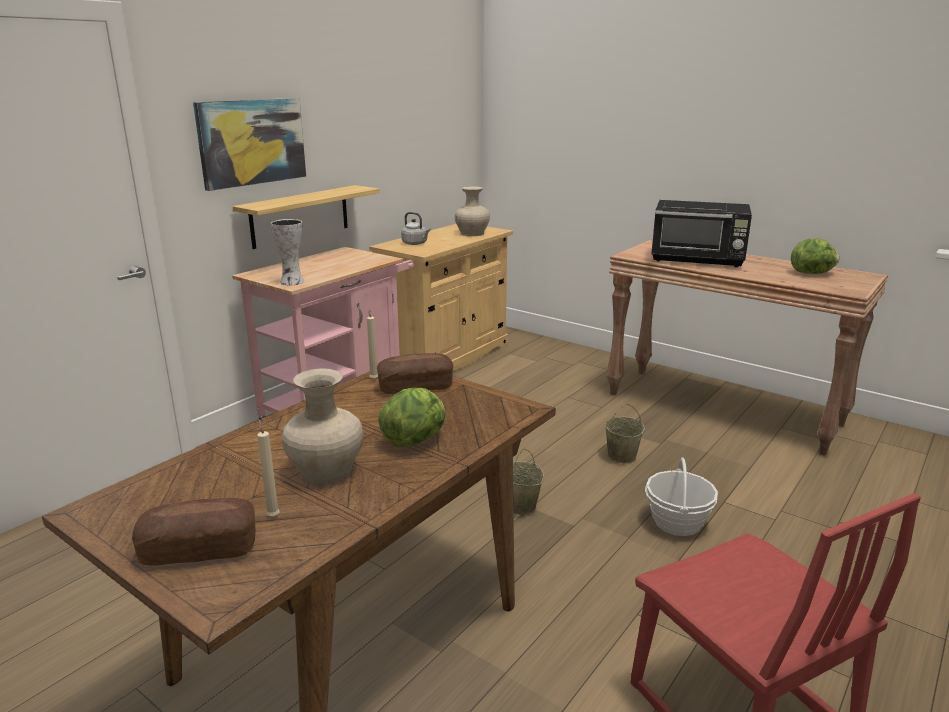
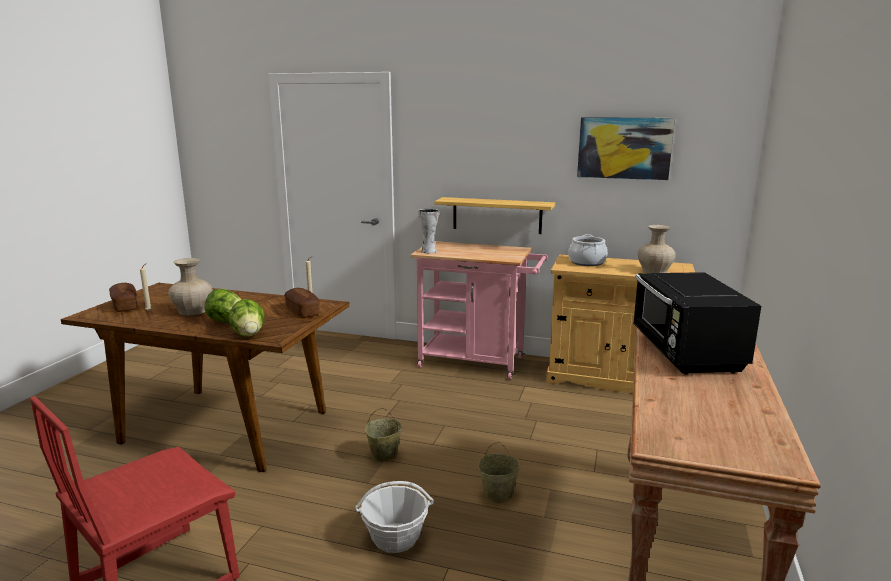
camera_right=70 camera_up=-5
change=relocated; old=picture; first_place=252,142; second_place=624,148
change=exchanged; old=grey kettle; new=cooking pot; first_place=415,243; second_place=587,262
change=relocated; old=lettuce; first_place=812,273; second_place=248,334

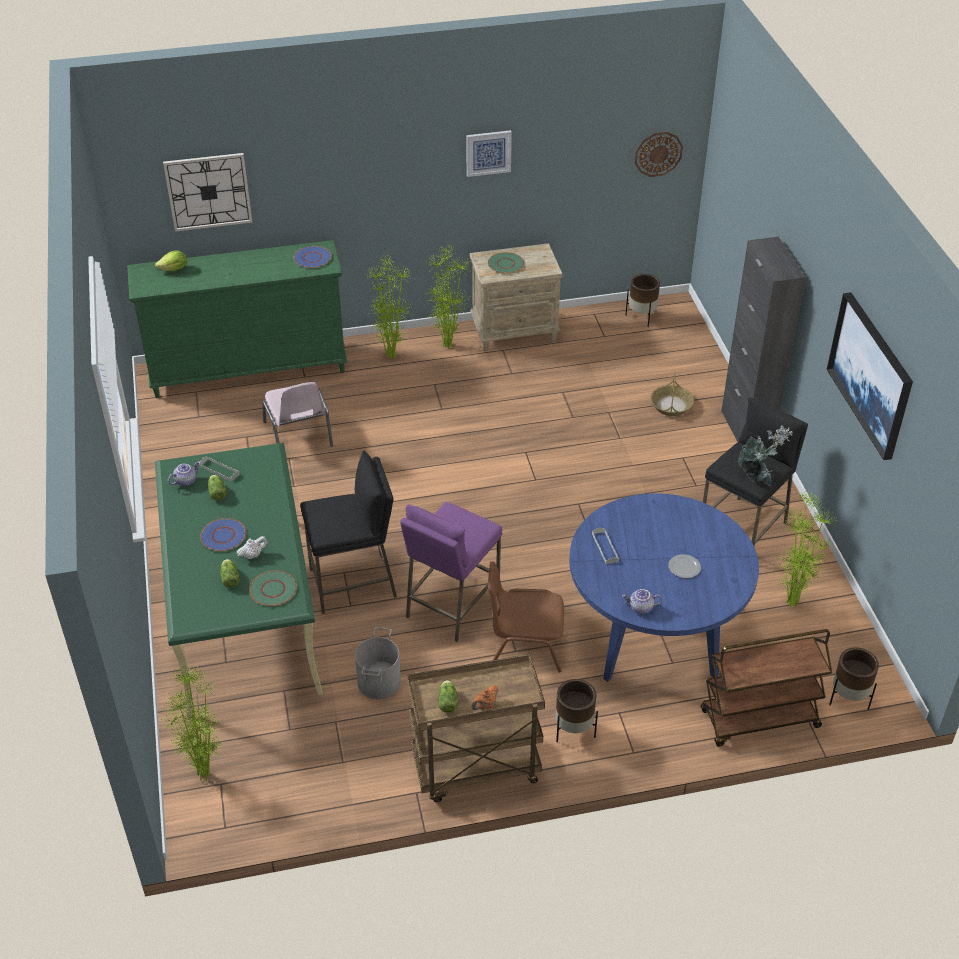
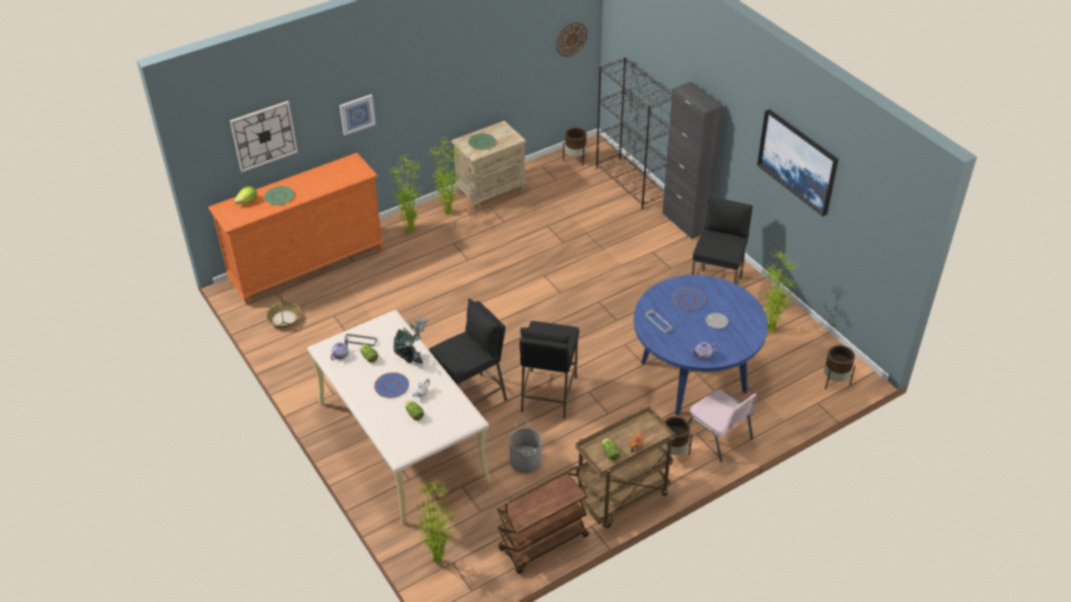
camera_right=-20 camera_up=0
change=colour; old=green dresser; new=orange dresser; first_place=249,370; second_place=308,266
change=colour; old=green desk; new=beige desk; first_place=243,611; second_place=401,440
change=relocated; old=green plate; first_place=273,589; second_place=279,196
change=relocated; old=pink chair; first_place=299,435; second_place=718,436
change=relocated; old=blue plate; first_place=313,258; second_place=689,299
change=colour; old=purple stool; new=black stool; first_place=452,605; second_place=548,394
change=relocated; old=picture; first_place=488,152; second_place=357,114
change=missing; old=brown chair; first_place=525,644
change=relocated; old=basket; first_place=671,405; second_place=284,319
change=relocated; old=brown cart; first_place=759,720; second_place=543,544
change=relocated; old=potted plant; first_place=758,477; second_place=412,358
change=appeared; new=black bookcase; second_place=631,183

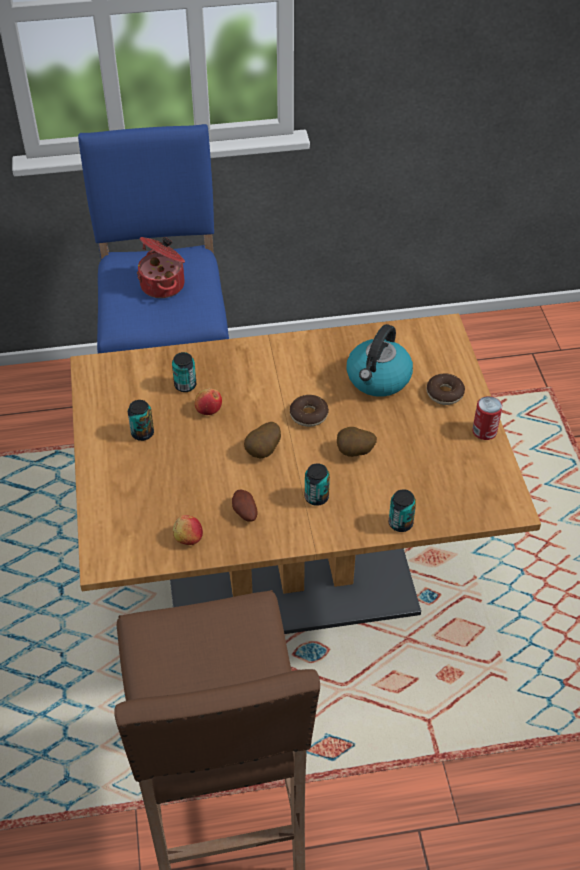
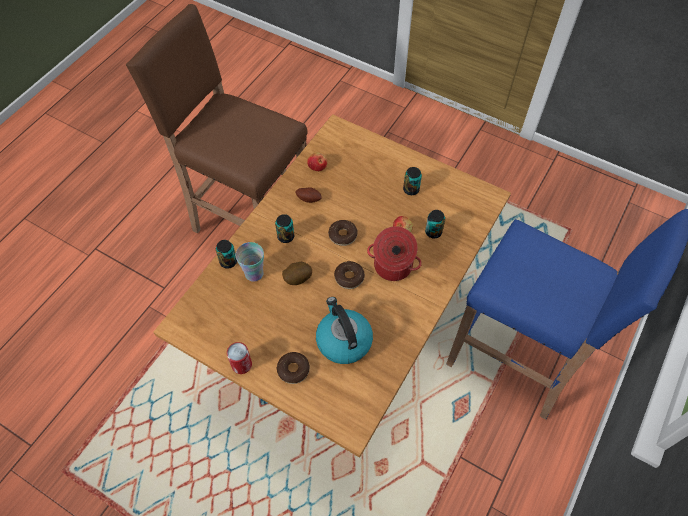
camera_right=130 camera_up=10
change=relocated; old=cooking pot; first_place=164,285; second_place=392,266
change=exchanged; old=potato; new=donut; first_place=264,451; second_place=343,235
change=appeared; new=cup; second_place=254,273

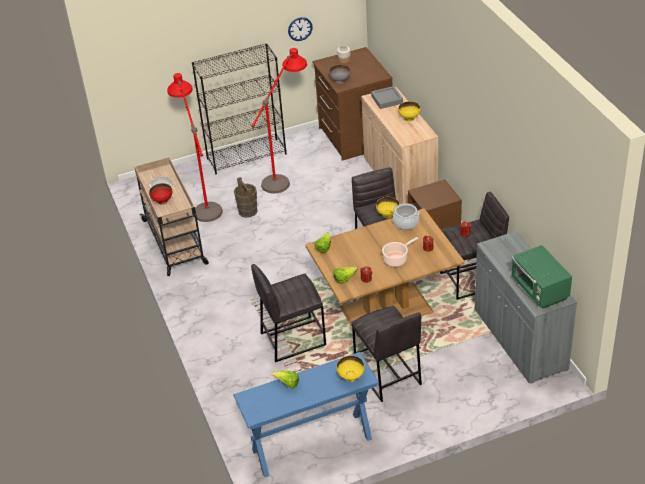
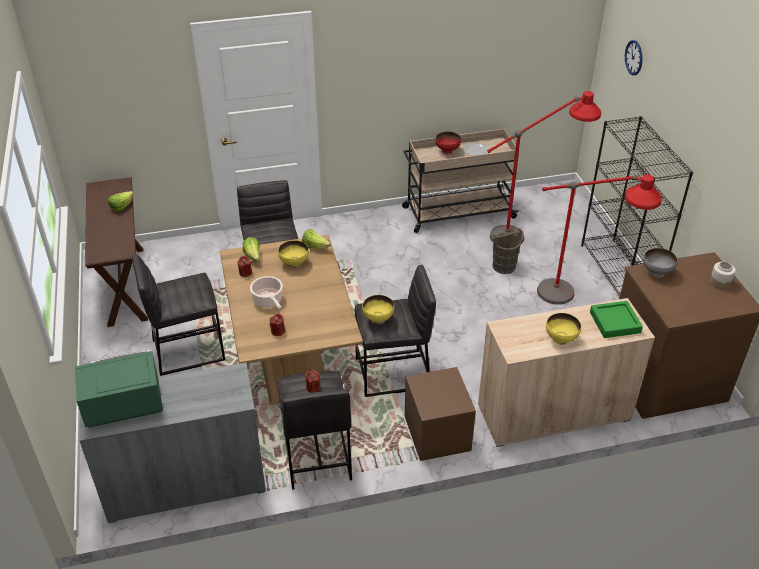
camera_right=95 camera_up=0
change=colour; old=blue console table; new=brown console table; first_place=311,444; second_place=126,285
change=relocated; old=wall clock; first_place=300,29; second_place=634,57
change=relocated; old=yellow bowl; first_place=351,377; second_place=294,264
change=colour; old=grey tray; new=green tray; first_place=387,100; second_place=615,322
change=missing; old=cooking pot; first_place=406,223

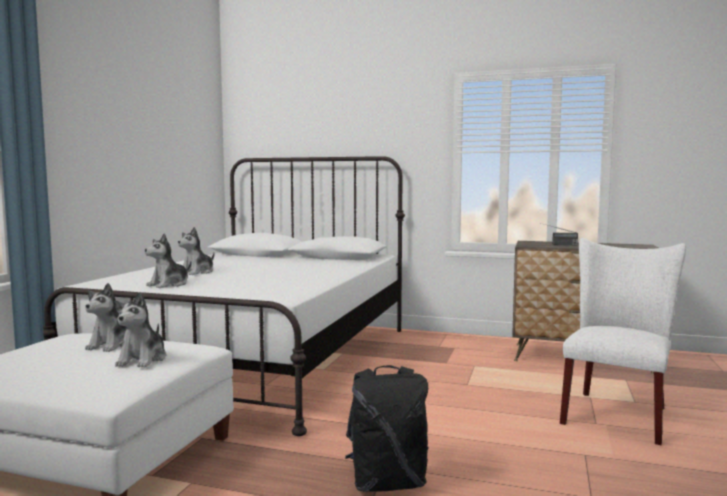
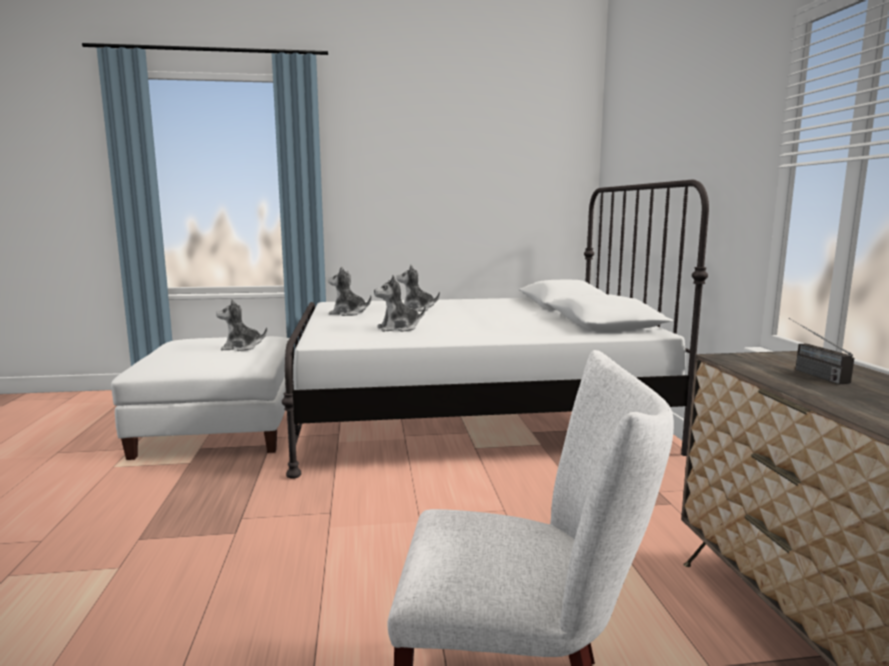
camera_right=65 camera_up=5
change=relocated; old=plush toy; first_place=143,359; second_place=398,328
change=missing; old=black backpack; first_place=387,483

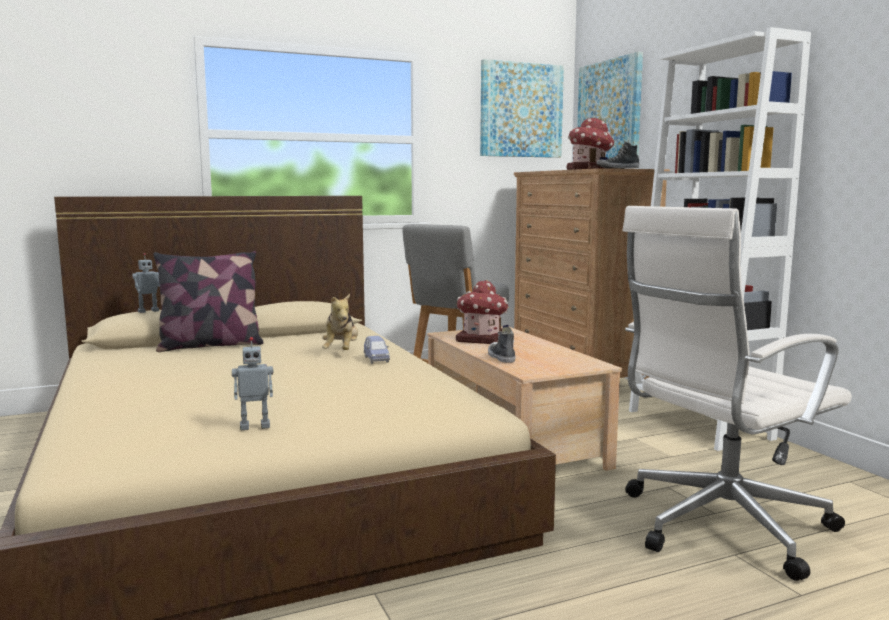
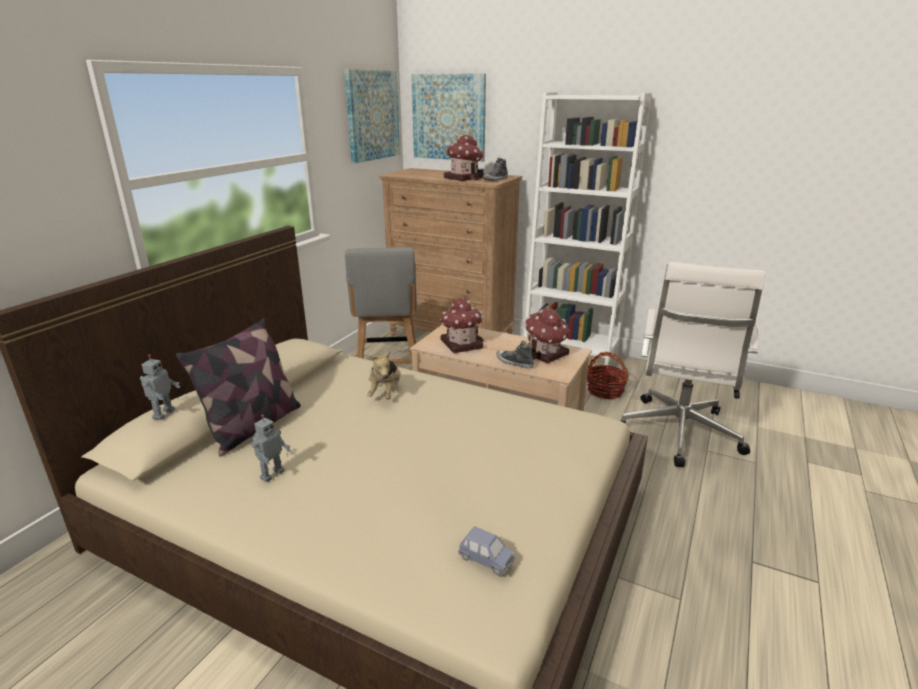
camera_right=-40 camera_up=15
change=relocated; old=toy robot; first_place=255,426; second_place=271,474
change=spun; old=plush toy; first_place=341,351; second_place=385,392; degrees=45
change=relocated; old=blue toy car; first_place=376,359; second_place=486,560
change=appeared; new=toy house; second_place=545,353
change=appeared; new=basket; second_place=605,391

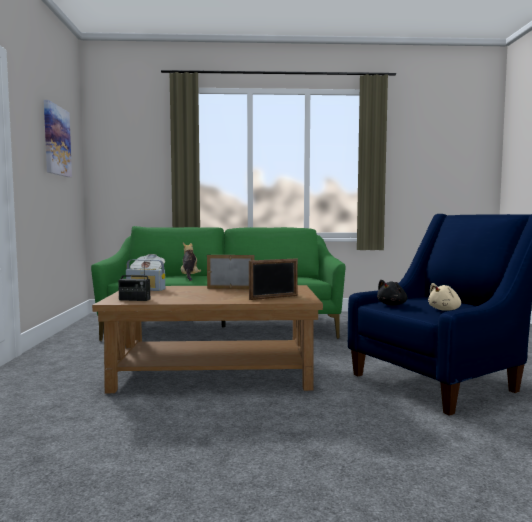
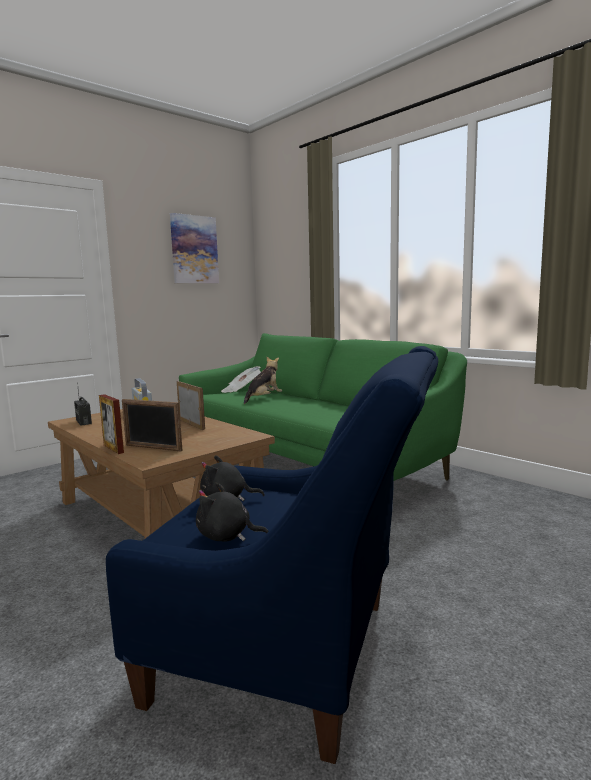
camera_right=50 camera_up=5
change=colour; old=beige plush toy; new=black plush toy; first_place=445,310; second_place=227,536
change=appeared; new=picture frame; second_place=113,449

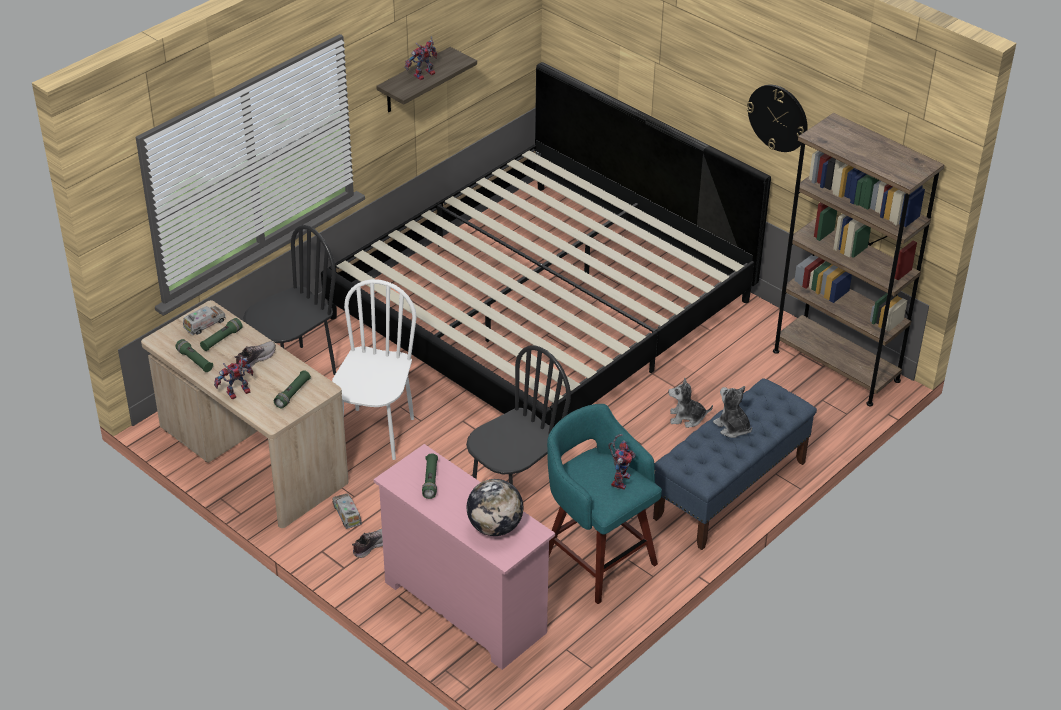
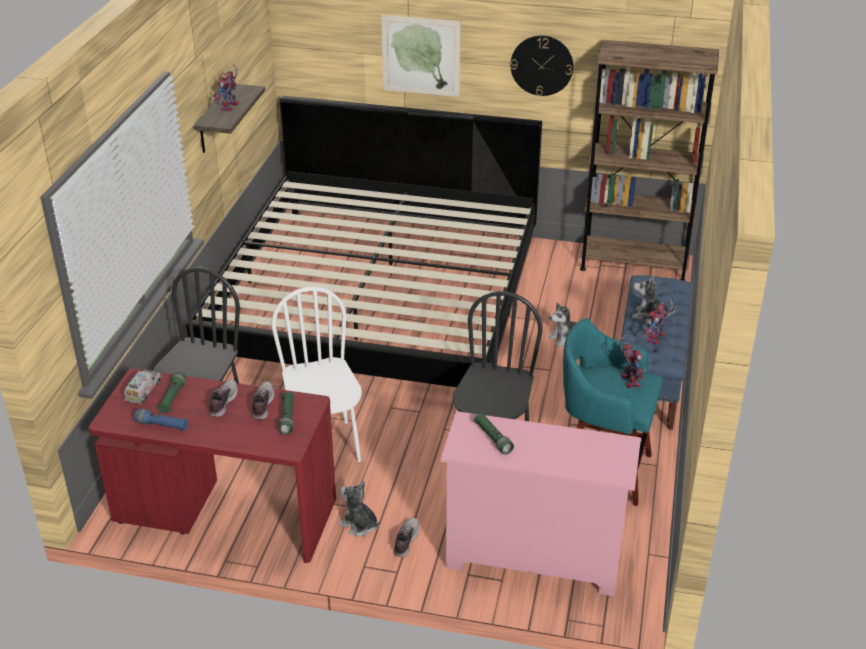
camera_right=-30 camera_up=-5
change=colour; old=beige desk; new=red desk; first_place=250,458; second_place=224,513
change=colour; old=green flashlight; new=blue flashlight; first_place=195,361; second_place=162,425
change=relocated; old=toy robot; first_place=237,394; second_place=656,339
change=exchanged; old=toy truck; new=plush toy; first_place=347,515; second_place=359,525
change=missing; old=globe; first_place=495,527
change=appeared; new=shoe; second_place=262,405
change=appeared; new=picture; second_place=421,56

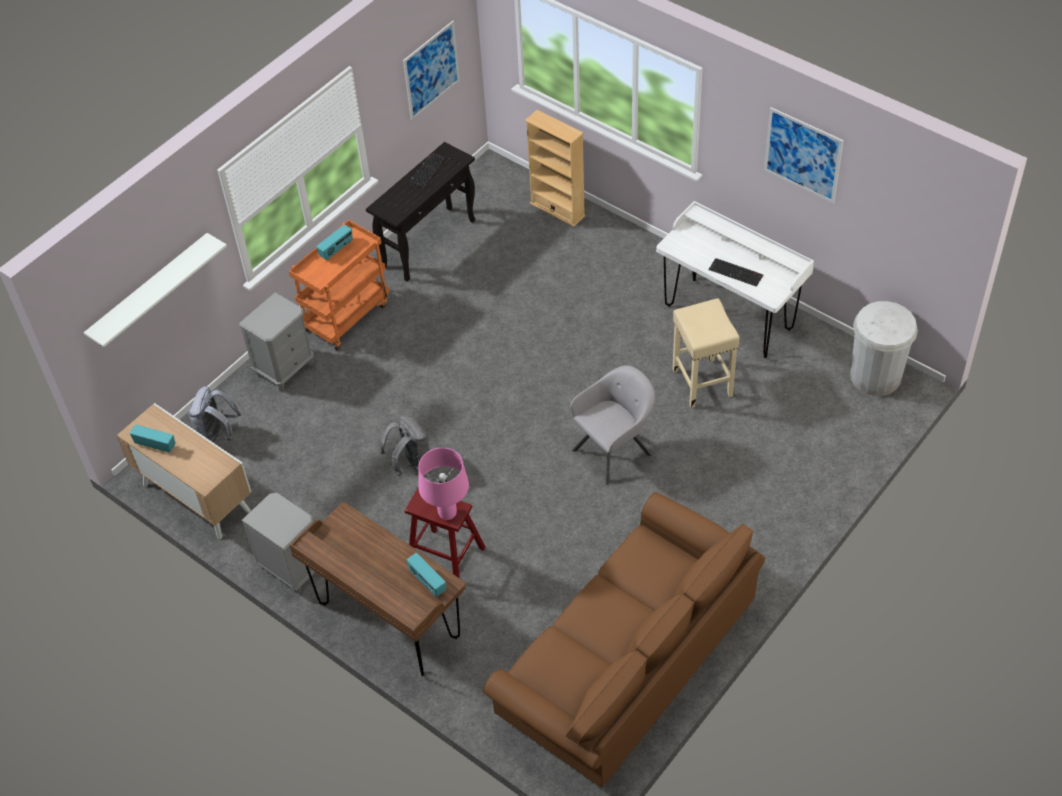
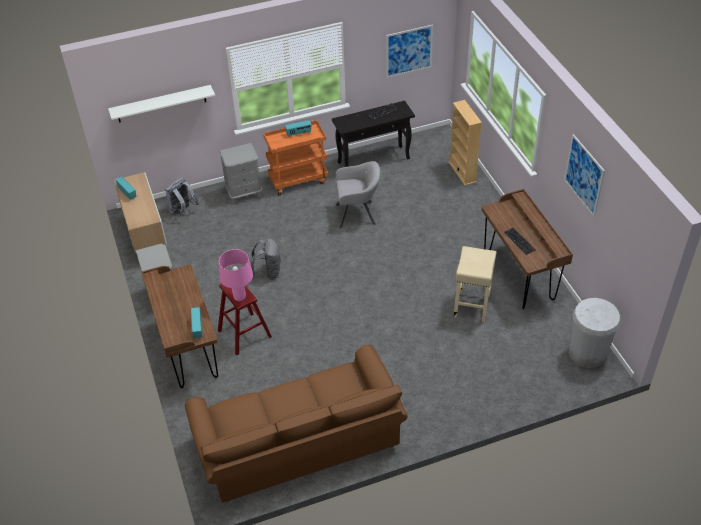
camera_right=30 camera_up=-5
change=relocated; old=grey armchair; first_place=615,450; second_place=358,214
change=colour; old=white desk; new=brown desk; first_place=729,317; second_place=519,276

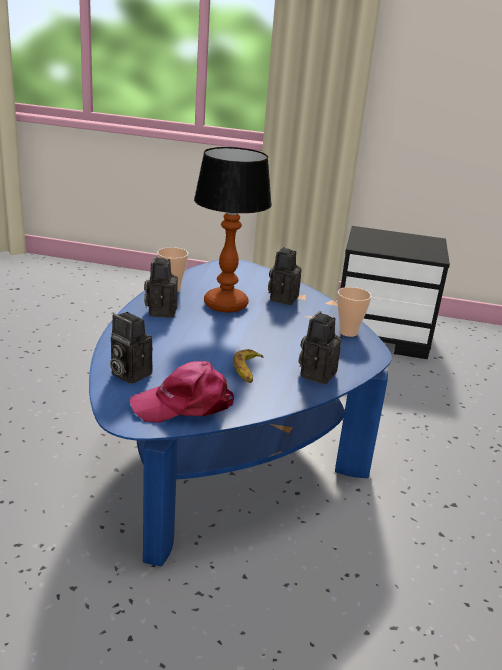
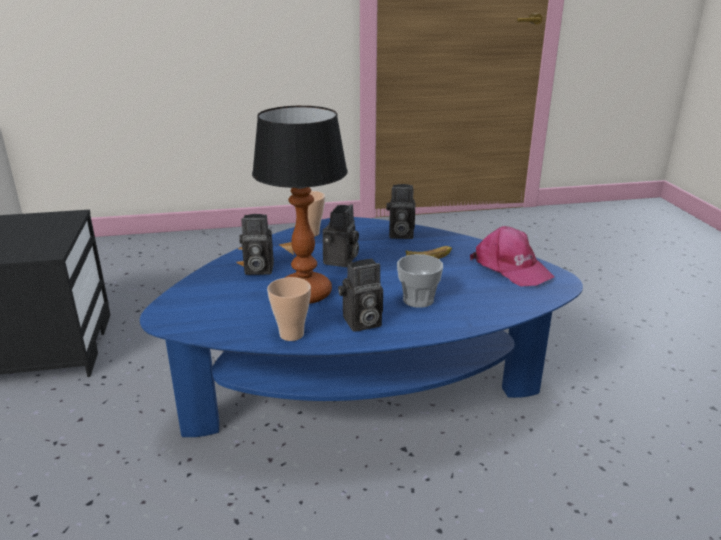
camera_right=-110 camera_up=0
change=relocated; old=photo camera; first_place=128,374; second_place=341,261
change=appeared; new=cup; second_place=418,300

